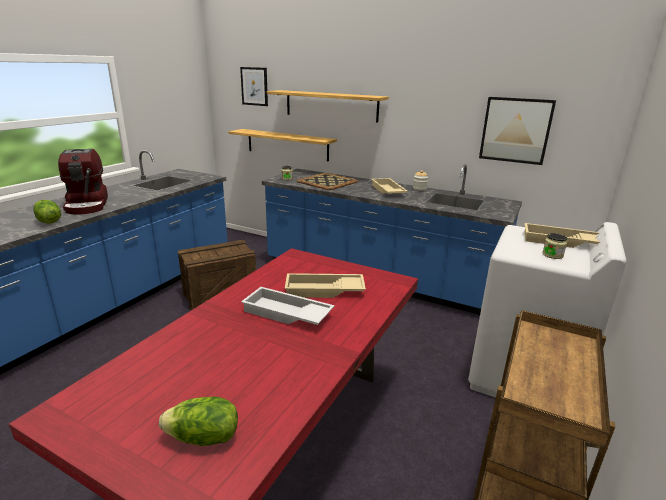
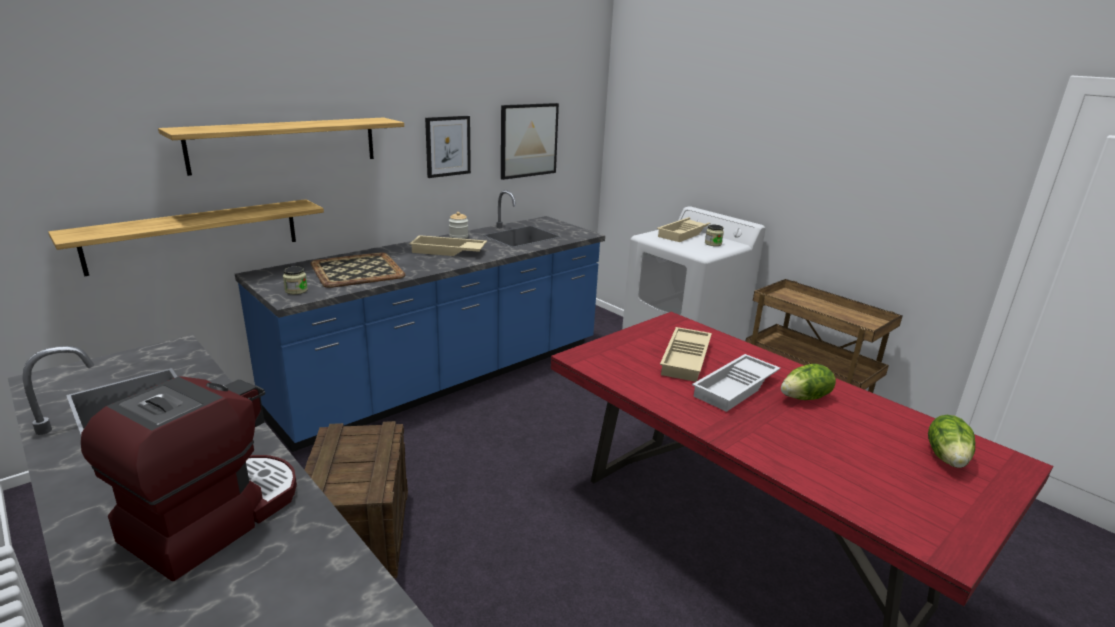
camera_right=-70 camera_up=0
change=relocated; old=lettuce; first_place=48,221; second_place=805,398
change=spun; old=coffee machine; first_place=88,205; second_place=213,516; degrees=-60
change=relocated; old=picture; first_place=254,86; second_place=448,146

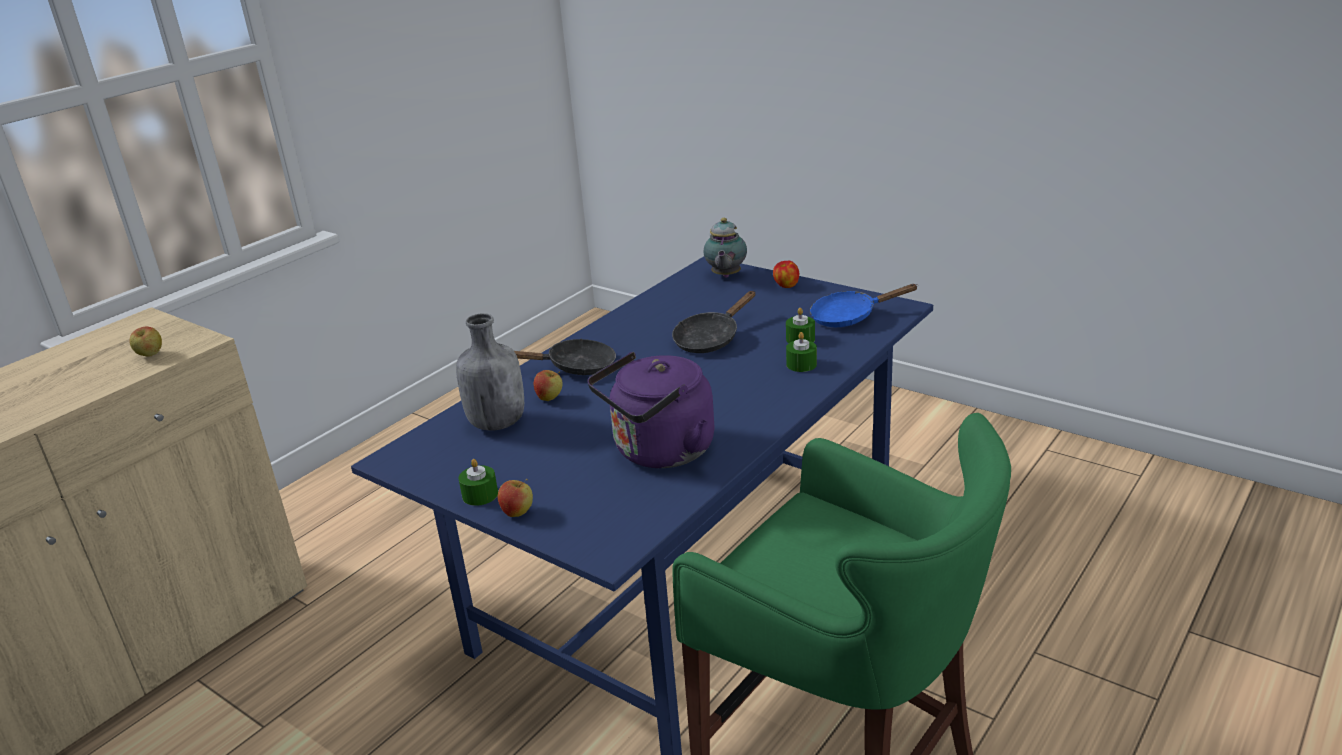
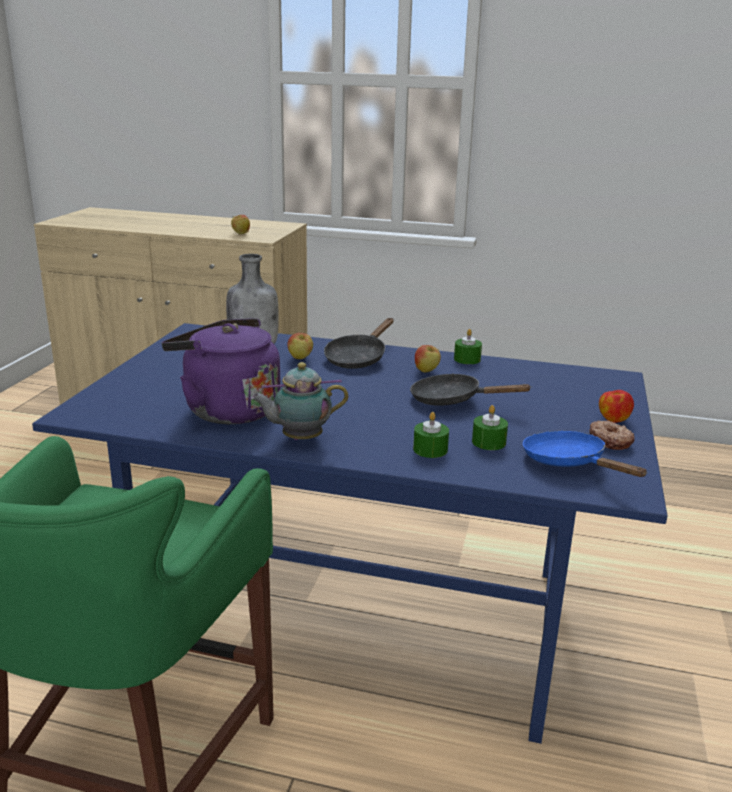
camera_right=65 camera_up=-5
change=relocated; old=green candle; first_place=480,495; second_place=467,359
change=relocated; old=apple; first_place=518,513; second_place=426,371
change=spun; old=black frying pan; first_place=575,367; second_place=358,358; degrees=60
change=relocated; old=teapot; first_place=725,276; second_place=299,439
change=appeared; new=donut; second_place=610,441

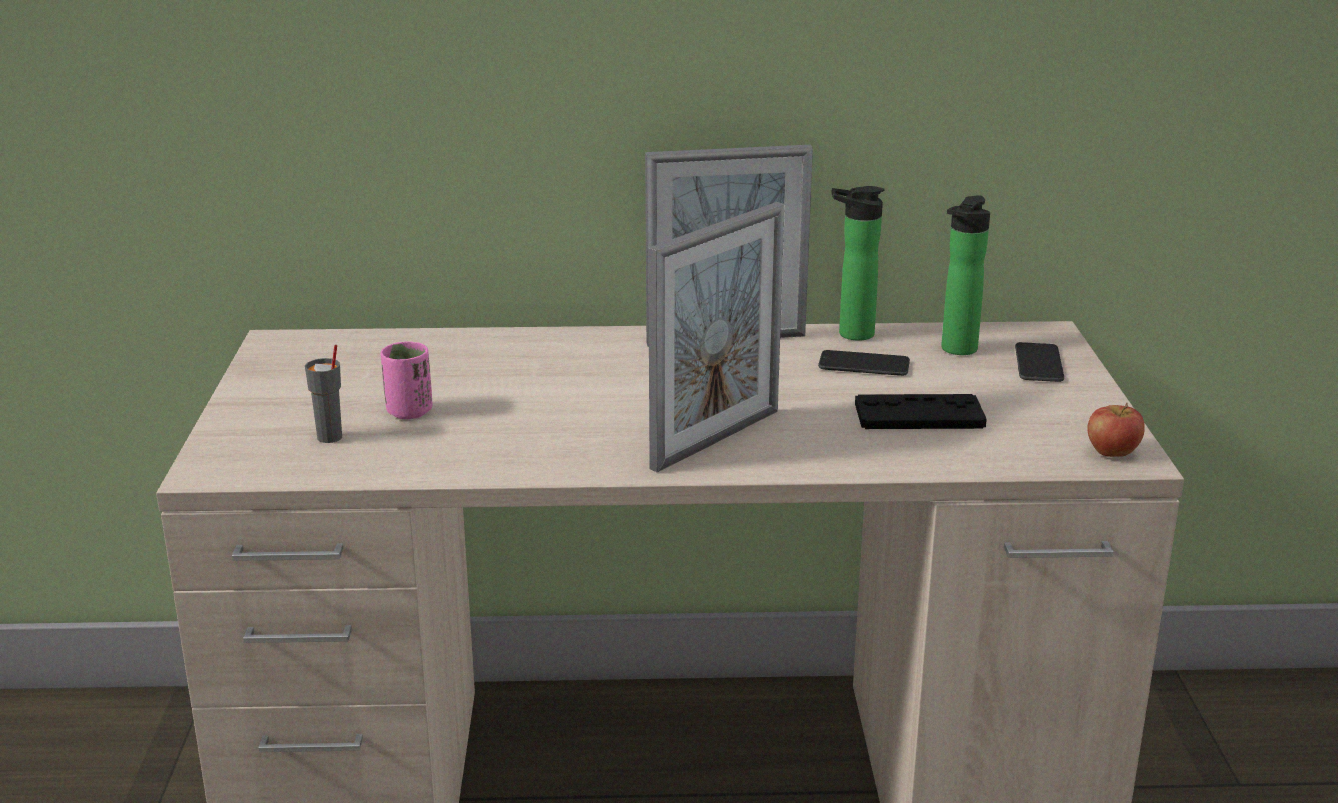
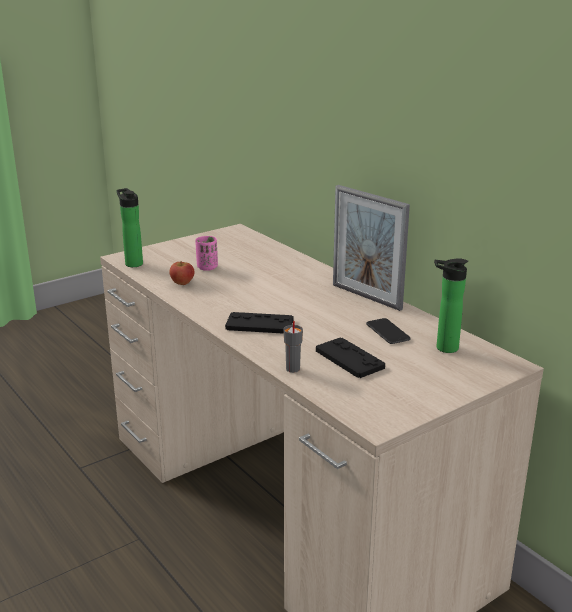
camera_right=55 camera_up=0
change=relocated; old=grey cup; first_place=330,438; second_place=292,369
change=exchanged; old=picture frame; new=black game controller; first_place=716,439; second_place=259,324
change=relocated; old=bottle; first_place=850,334; second_place=133,263
change=missing; old=phone; first_place=1038,364
change=relocated; old=apple; first_place=1112,453; second_place=182,283

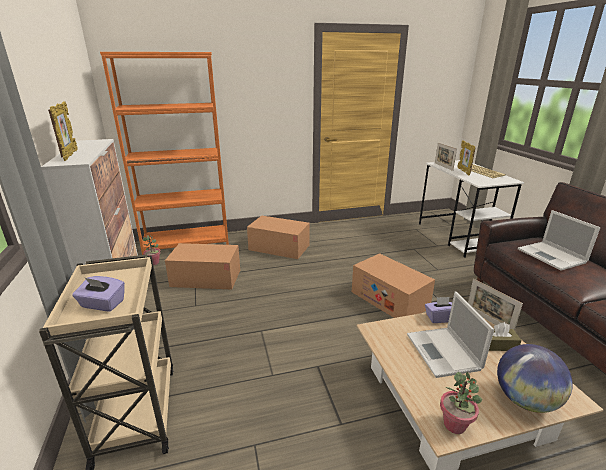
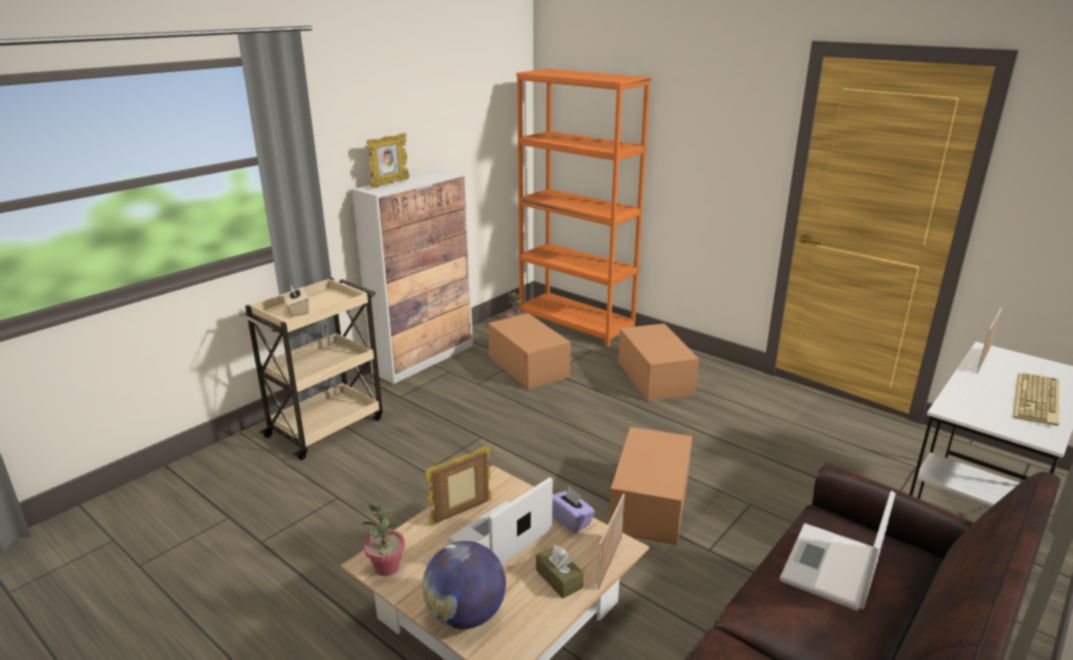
camera_right=55 camera_up=0
change=colour; old=purple tissue box; new=beige tissue box; first_place=102,304; second_place=298,310
change=relocated; old=picture frame; first_place=463,172; second_place=462,513

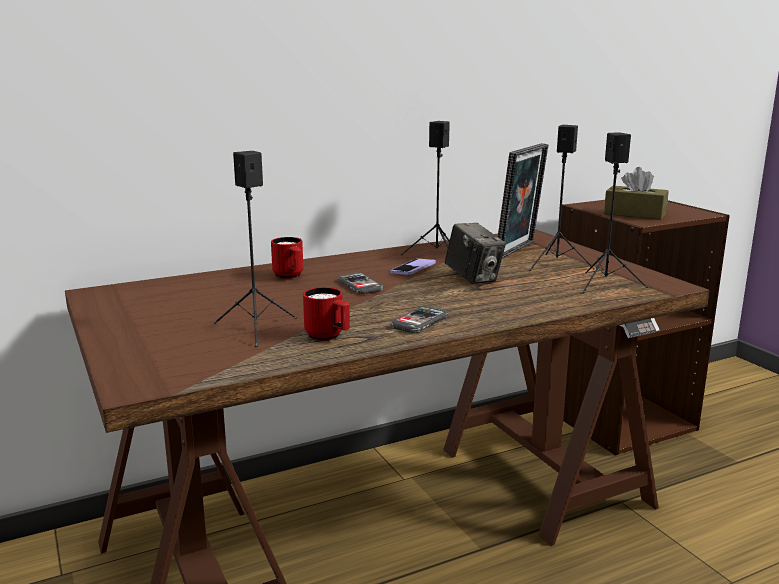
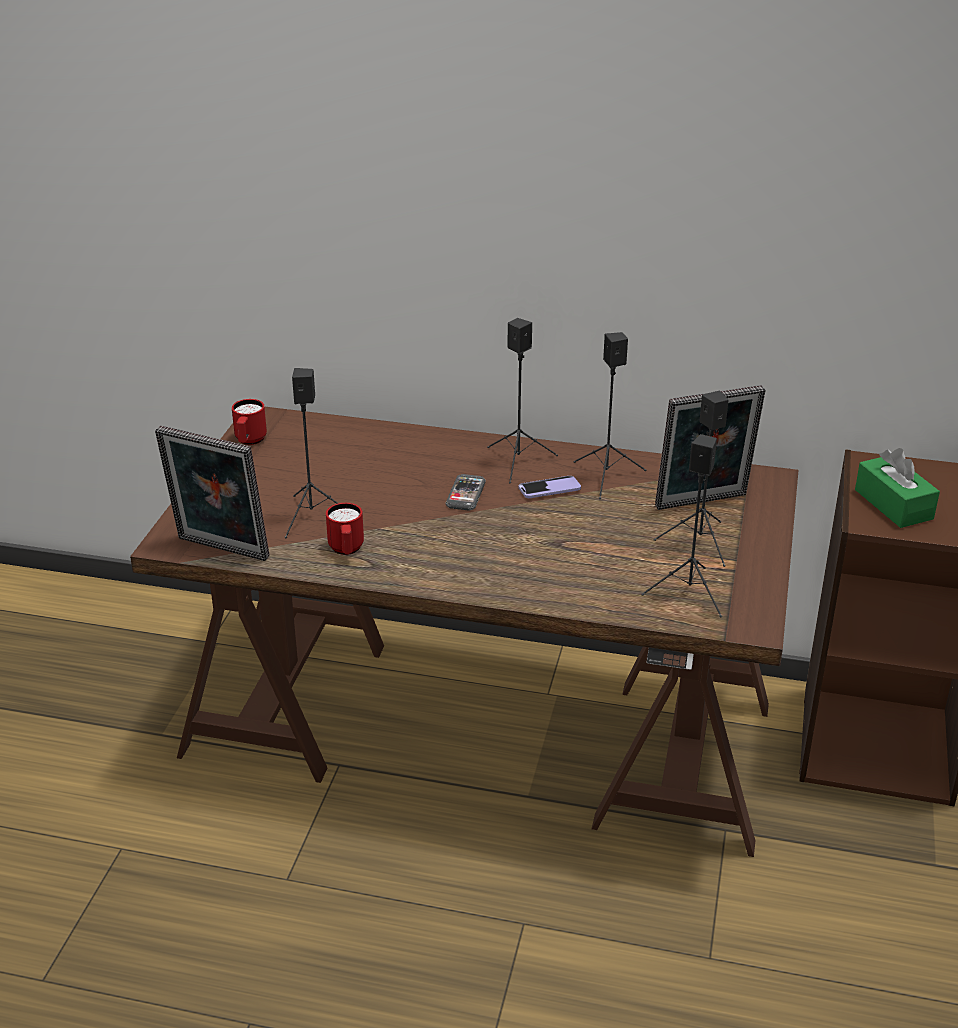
camera_right=40 camera_up=15
change=relocated; old=red mug; first_place=290,276; second_place=249,441
change=missing; old=phone; first_place=419,321
change=missing; old=photo camera; first_place=473,278
change=colour; old=brown tissue box; new=green tissue box; first_place=634,214; second_place=893,504
change=appeared; new=picture frame; second_place=220,551
change=appeared; new=black speaker; second_place=519,461

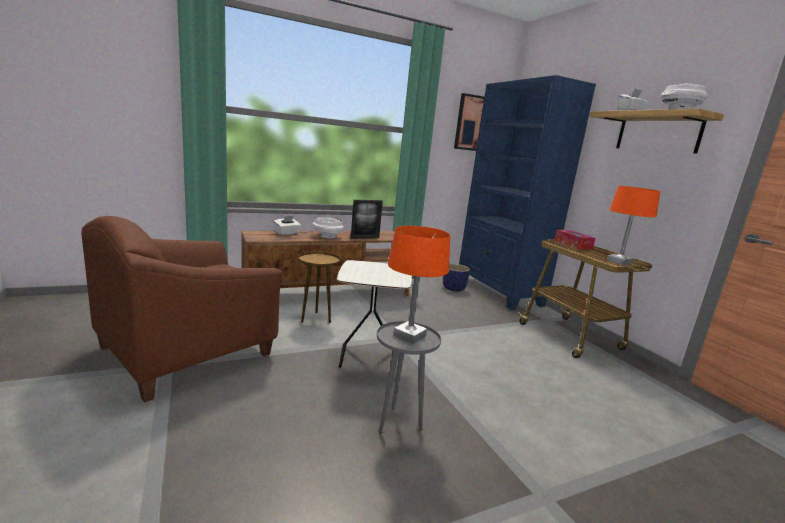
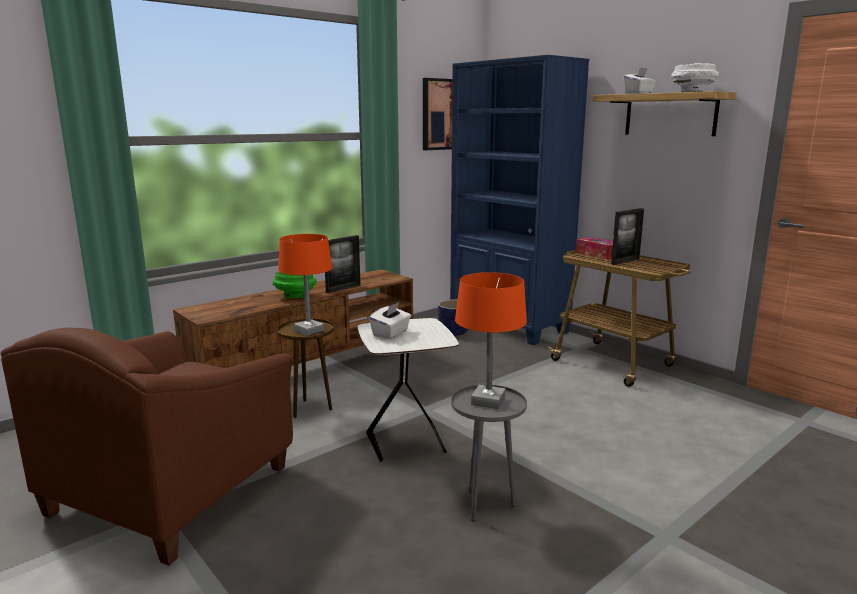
camera_right=-15 camera_up=0
change=relocated; old=white tissue box; first_place=287,233; second_place=391,333
change=colour; old=white bowl; new=green bowl; first_place=327,236; second_place=294,296
change=relocated; old=orange table lamp; first_place=619,262; second_place=308,331
change=appeared; new=picture frame; second_place=625,261

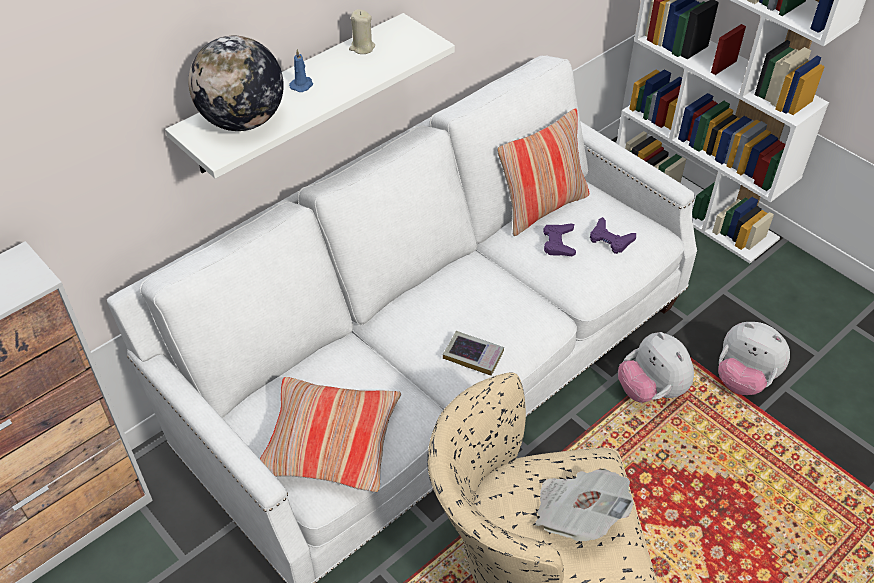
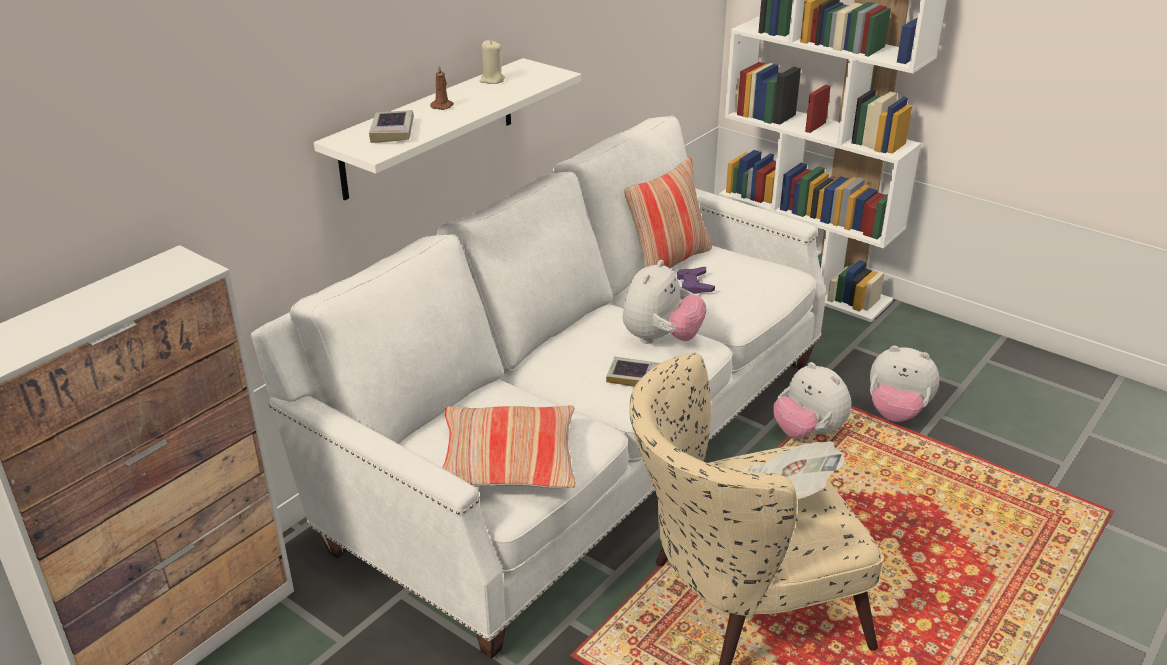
camera_right=-10 camera_up=-15
change=exchanged; old=globe; new=book; first_place=243,121; second_place=392,131
change=colour; old=blue candle; new=brown candle; first_place=302,85; second_place=442,106
change=missing; old=purple game controller; first_place=610,239
change=appeared; new=plush toy; second_place=661,339

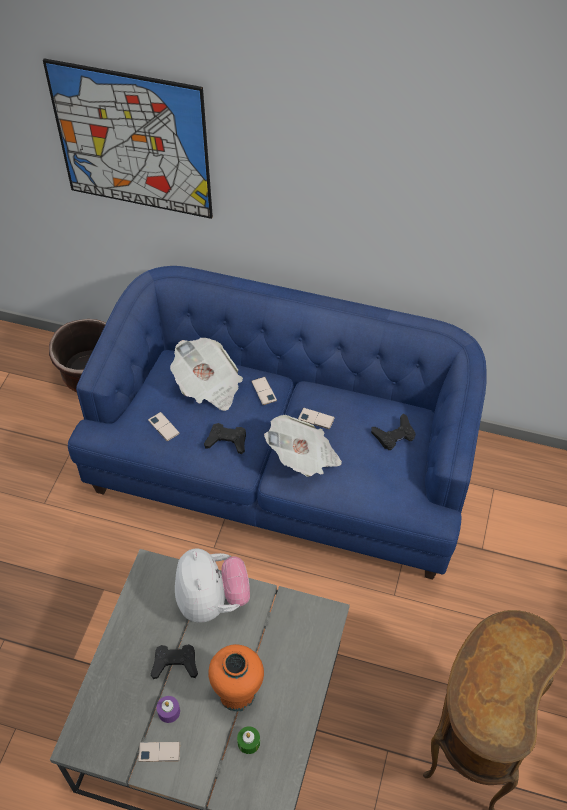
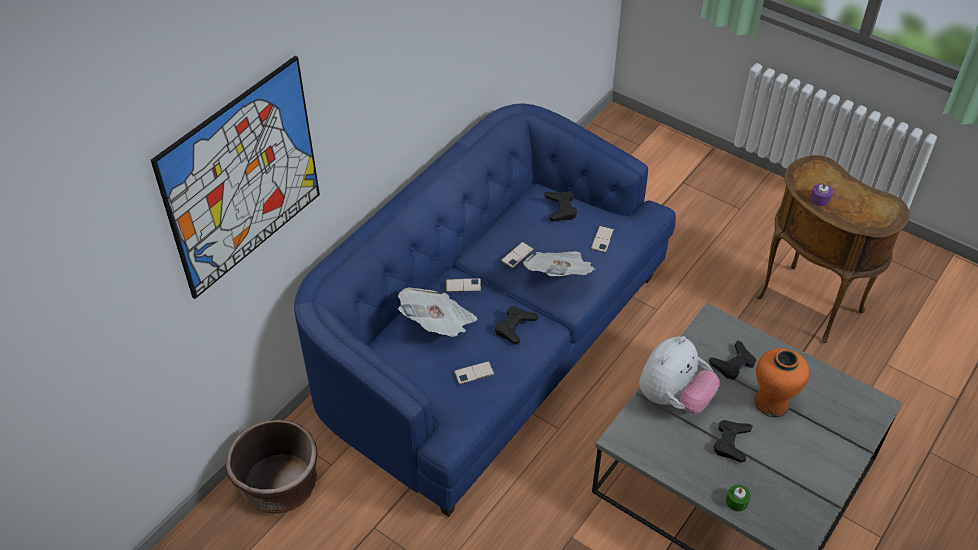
camera_right=-70 camera_up=-5
change=relocated; old=phone; first_place=159,752; second_place=602,239
change=relocated; old=purple candle; first_place=169,711; second_place=820,199
change=spun; old=plush toy; first_place=212,600; second_place=673,398; degrees=120
change=relocated; old=green candle; first_place=248,742; second_place=737,501
change=appeared; new=black game controller; second_place=733,364

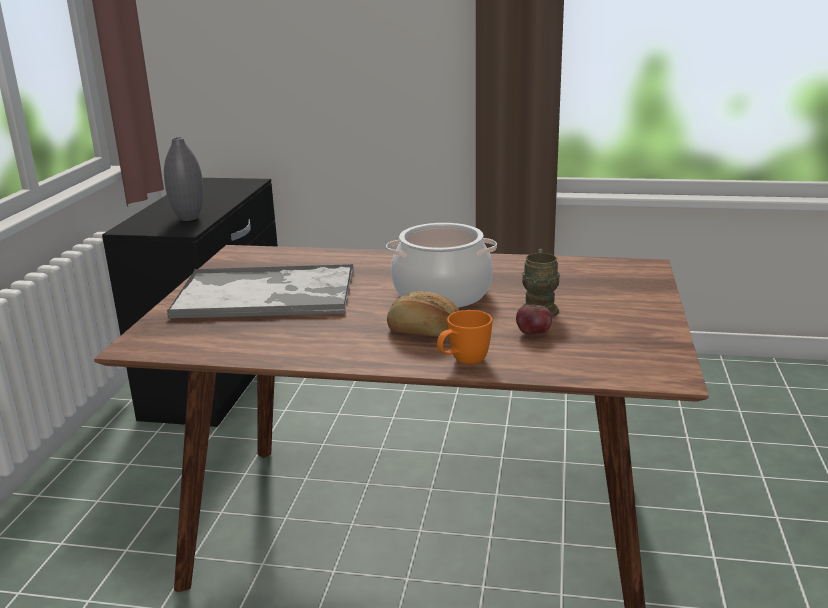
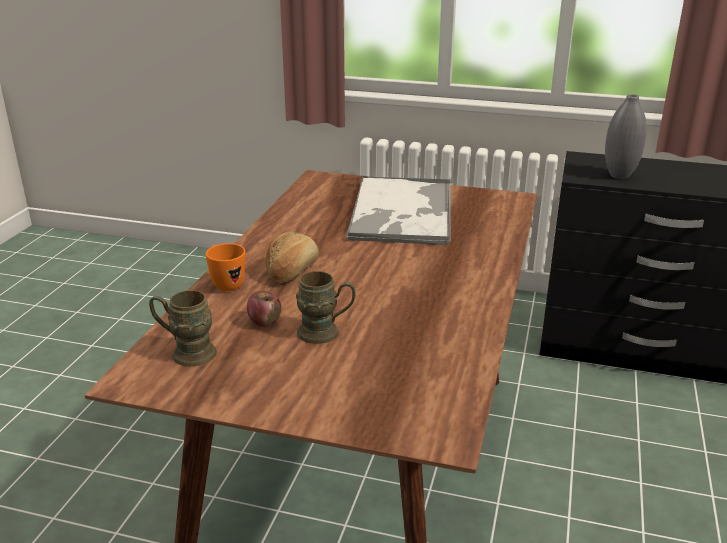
camera_right=95 camera_up=5
change=missing; old=cooking pot; first_place=442,294
change=appeared; new=brown mug; second_place=186,352

